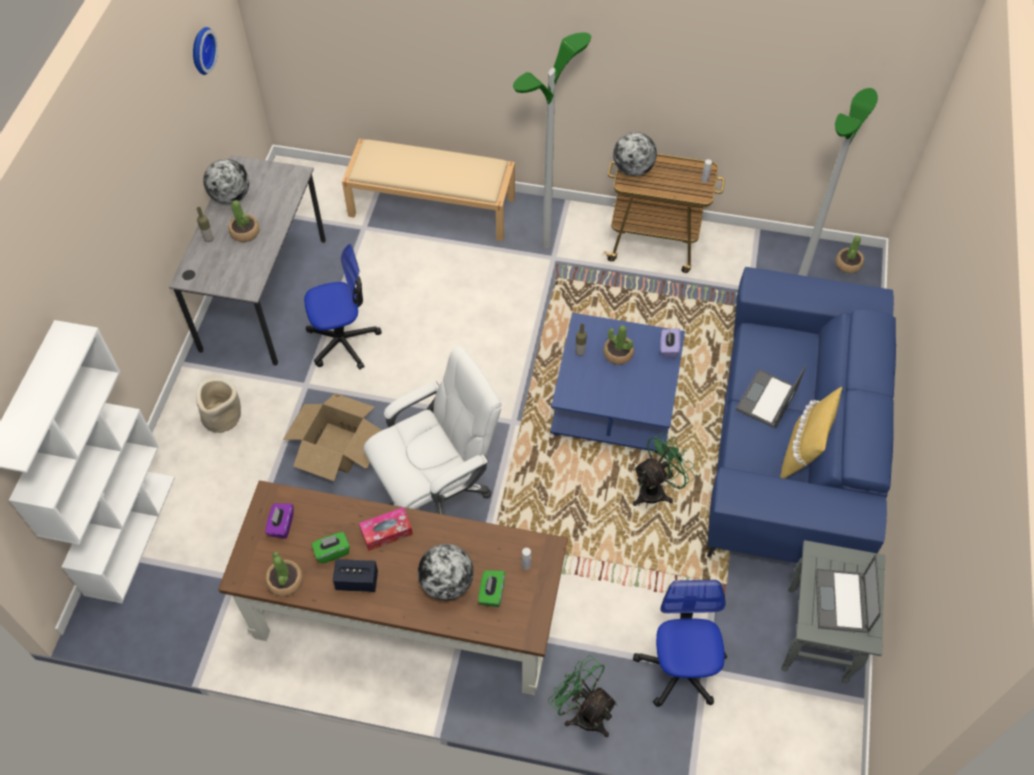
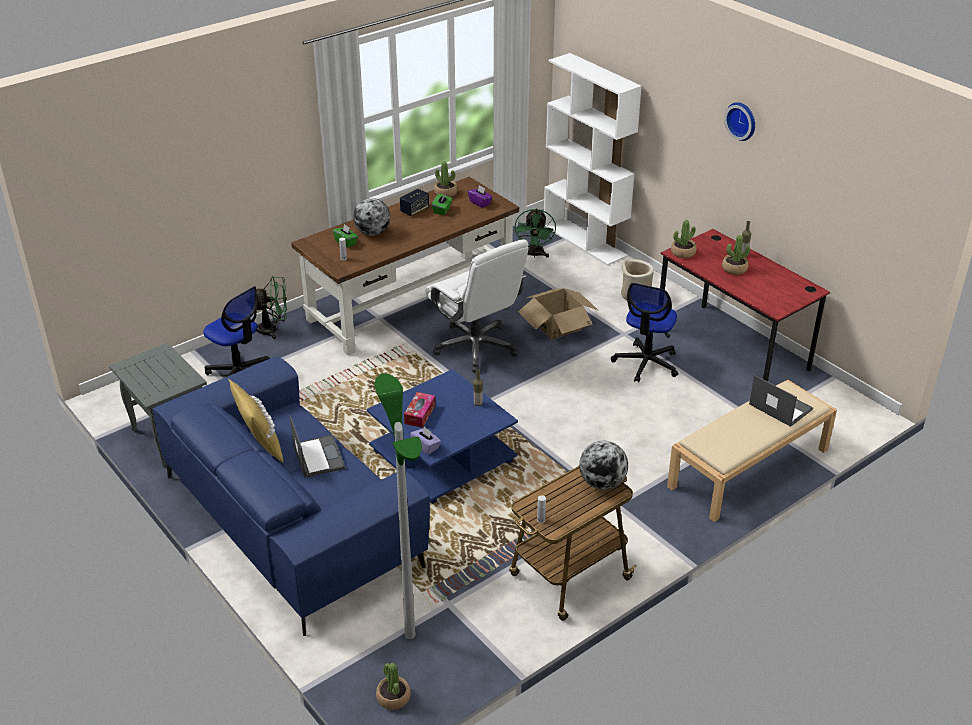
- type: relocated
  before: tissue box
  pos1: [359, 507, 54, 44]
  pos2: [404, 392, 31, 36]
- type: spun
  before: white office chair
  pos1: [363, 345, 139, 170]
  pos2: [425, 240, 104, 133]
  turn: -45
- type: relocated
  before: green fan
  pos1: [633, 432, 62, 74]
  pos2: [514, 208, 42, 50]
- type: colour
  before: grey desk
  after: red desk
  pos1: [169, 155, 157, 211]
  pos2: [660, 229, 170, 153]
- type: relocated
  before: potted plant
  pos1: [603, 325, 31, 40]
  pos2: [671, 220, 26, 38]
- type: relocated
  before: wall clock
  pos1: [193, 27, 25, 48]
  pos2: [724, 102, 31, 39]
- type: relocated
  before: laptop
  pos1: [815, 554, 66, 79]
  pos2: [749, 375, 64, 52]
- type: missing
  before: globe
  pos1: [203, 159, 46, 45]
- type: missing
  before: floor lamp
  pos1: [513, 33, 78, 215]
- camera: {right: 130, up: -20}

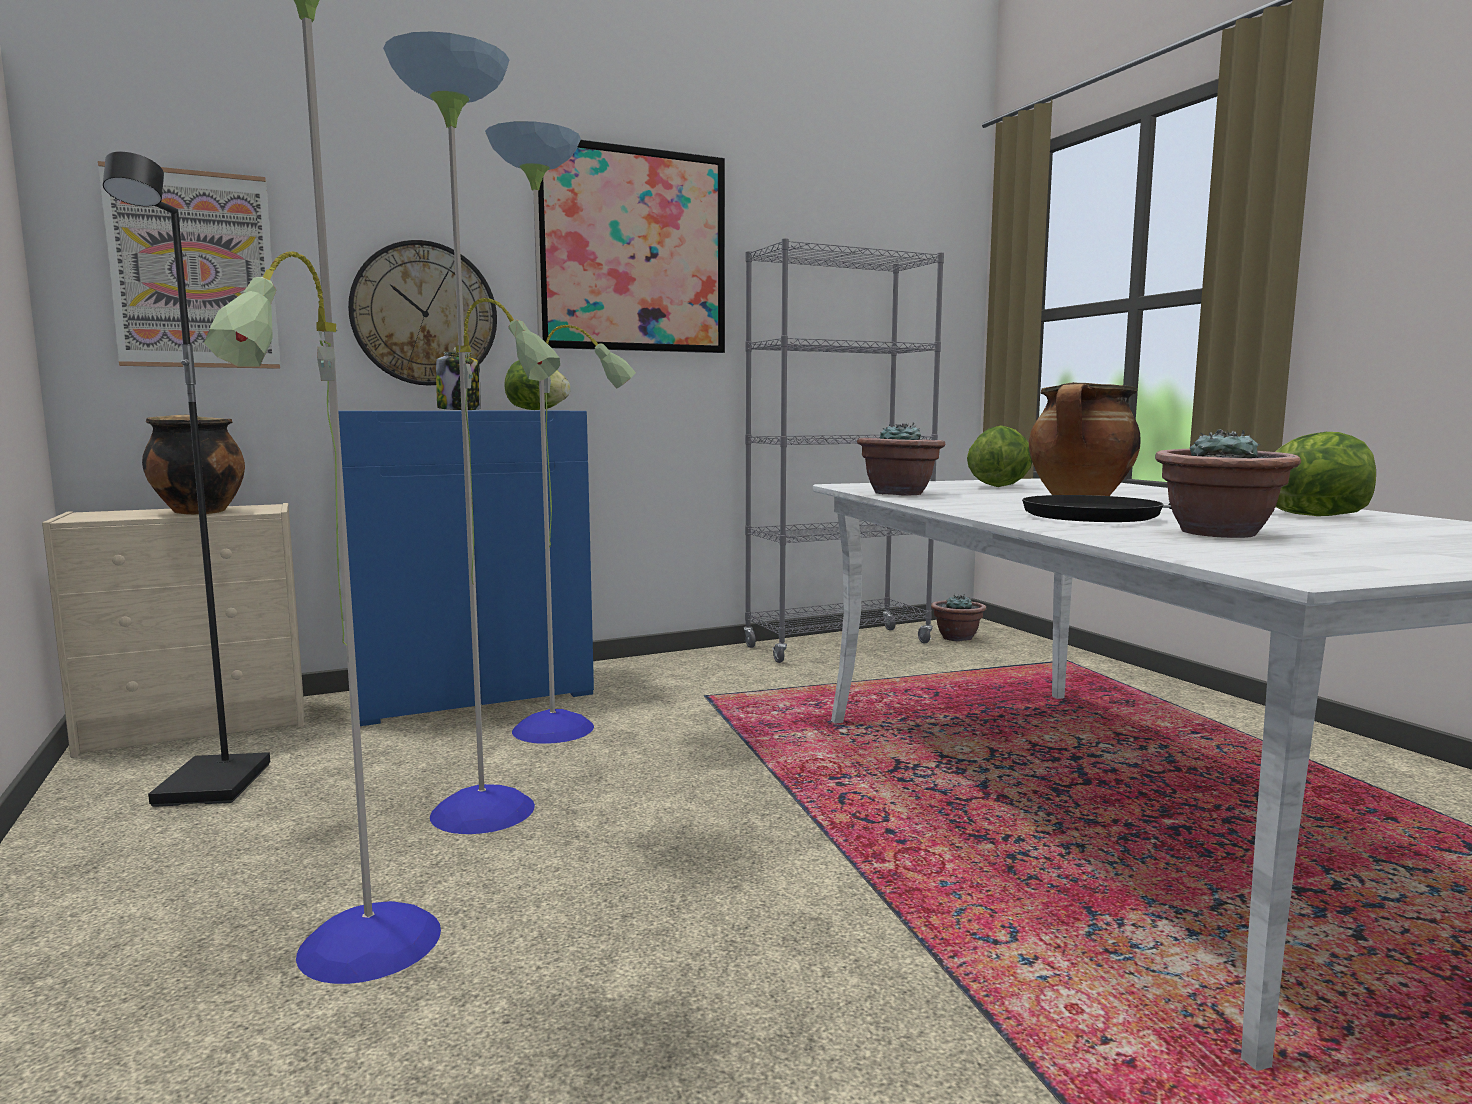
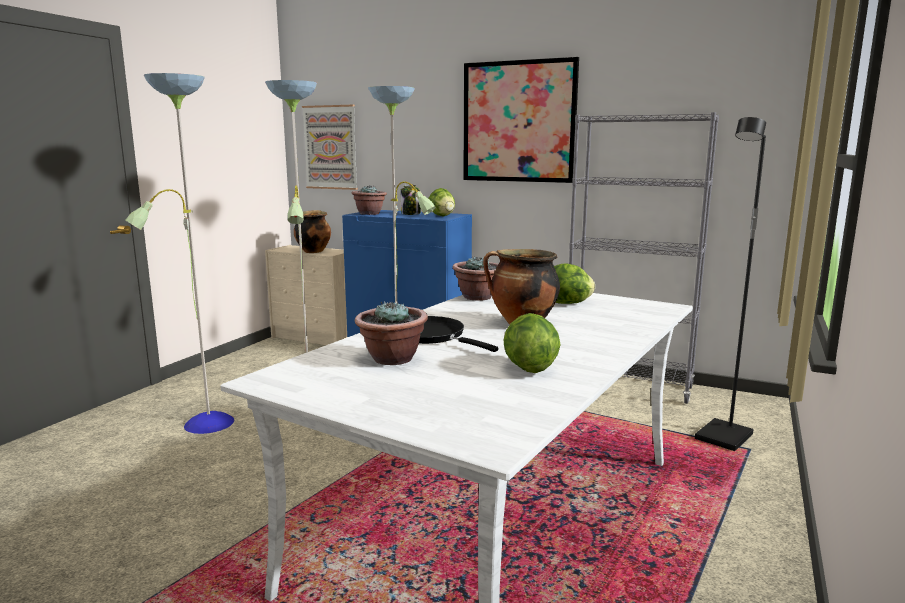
- type: relocated
  before: potted plant
  pos1: [931, 594, 56, 47]
  pos2: [352, 185, 35, 30]
- type: relocated
  before: black floor lamp
  pos1: [103, 151, 167, 656]
  pos2: [695, 117, 71, 334]
- type: missing
  before: wall clock
  pos1: [348, 240, 149, 146]
- camera: {right: 50, up: 5}

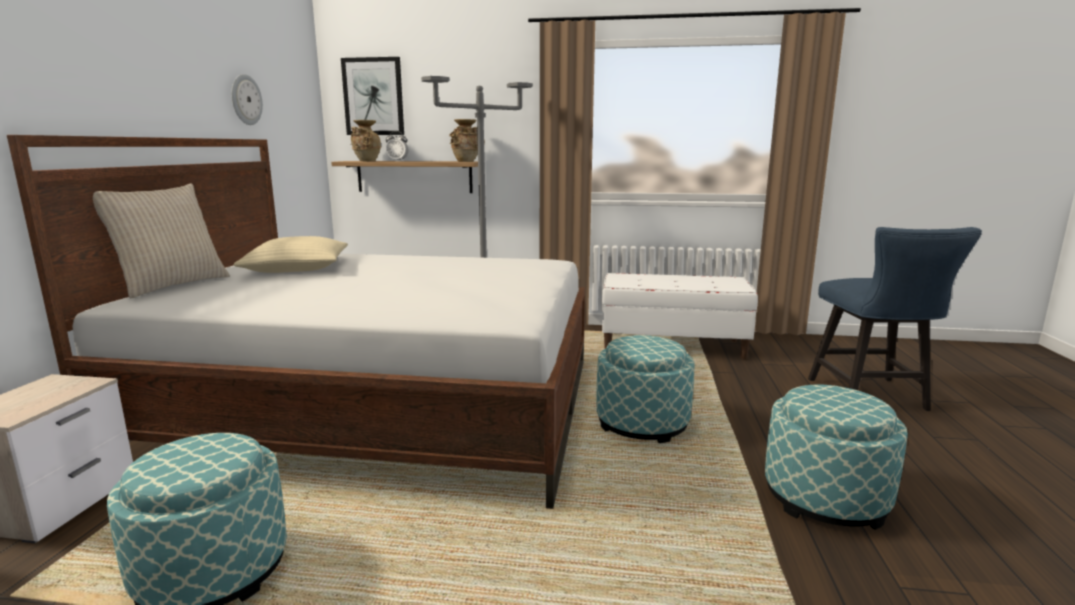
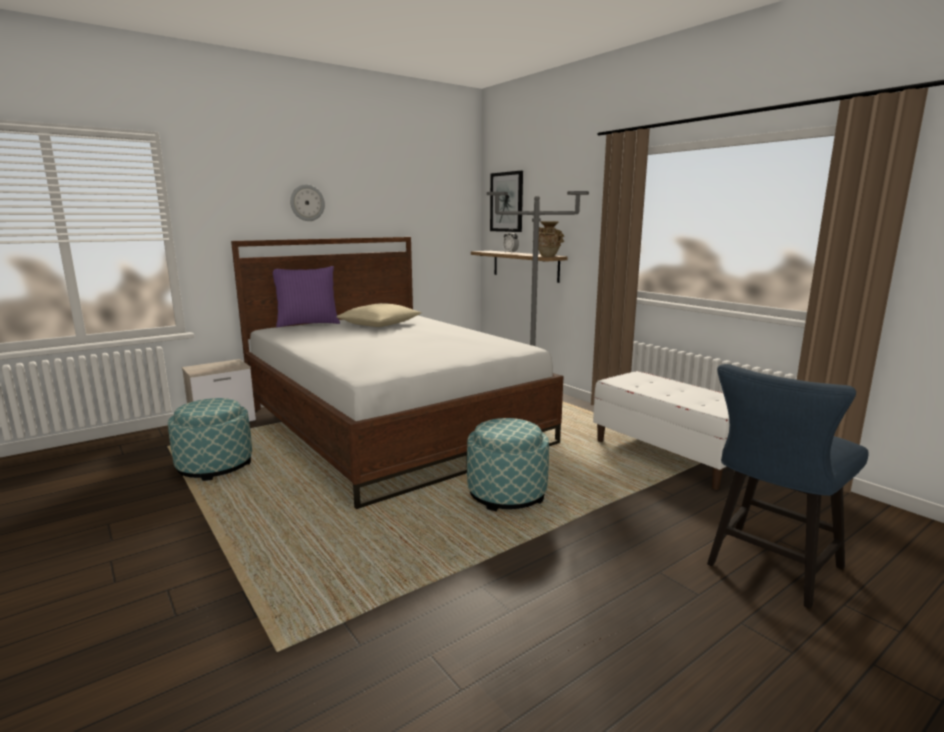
- type: colour
  before: beige pillow
  after: purple pillow
  pos1: [93, 183, 137, 115]
  pos2: [273, 266, 67, 61]
- type: relocated
  before: wall clock
  pos1: [231, 74, 32, 51]
  pos2: [290, 184, 35, 37]
- type: missing
  before: beige vase
  pos1: [351, 120, 30, 41]
- type: missing
  before: ottoman
  pos1: [765, 385, 143, 145]
- camera: {right: 45, up: 0}

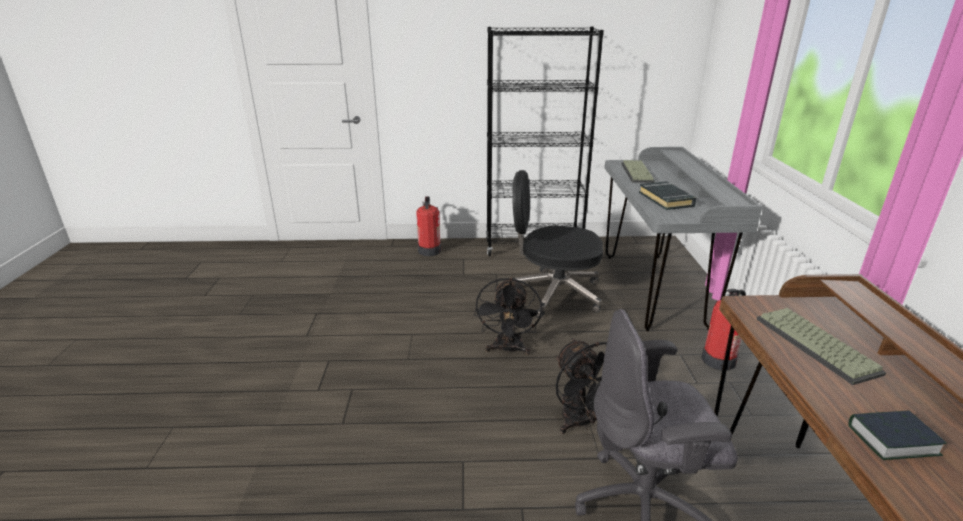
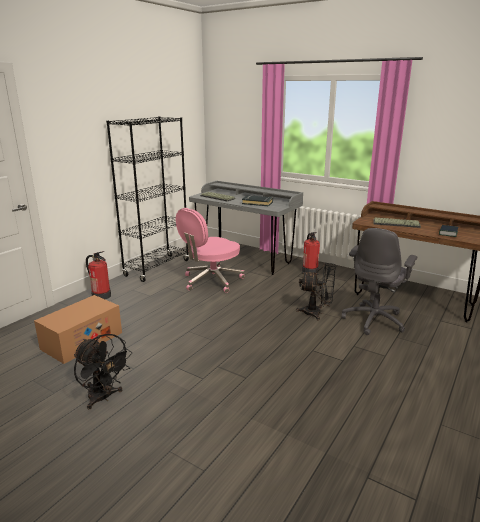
- type: appeared
  after: cardboard box
  pos2: [34, 295, 88, 69]
- type: relocated
  before: black fan
  pos1: [474, 278, 68, 77]
  pos2: [74, 334, 58, 75]
- type: colour
  before: black office chair
  after: pink office chair
  pos1: [512, 170, 91, 148]
  pos2: [176, 208, 69, 85]
- camera: {right: -55, up: -5}

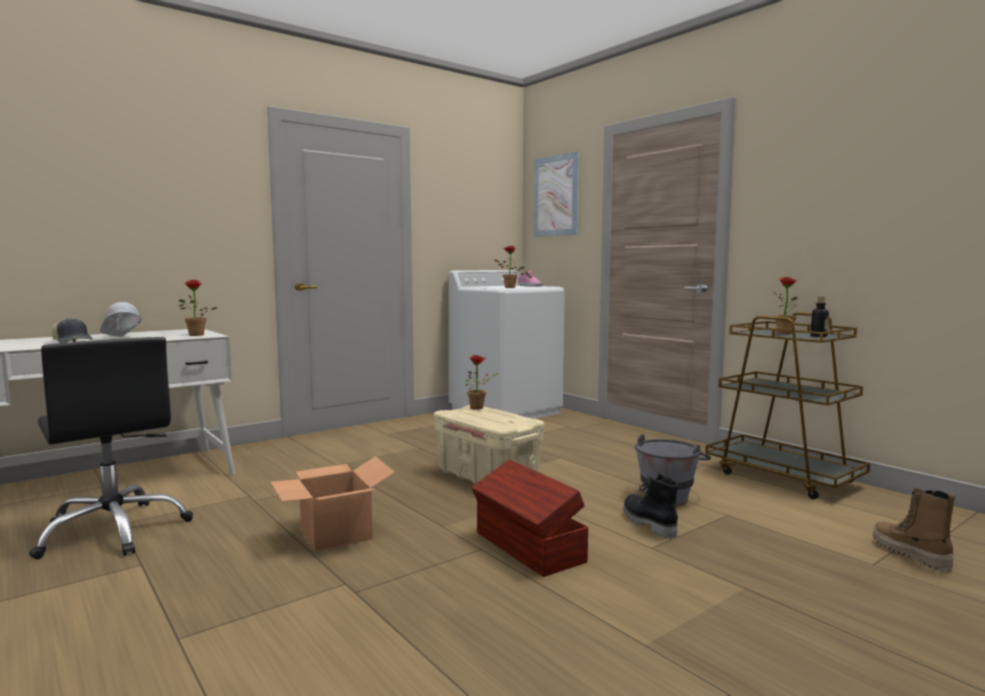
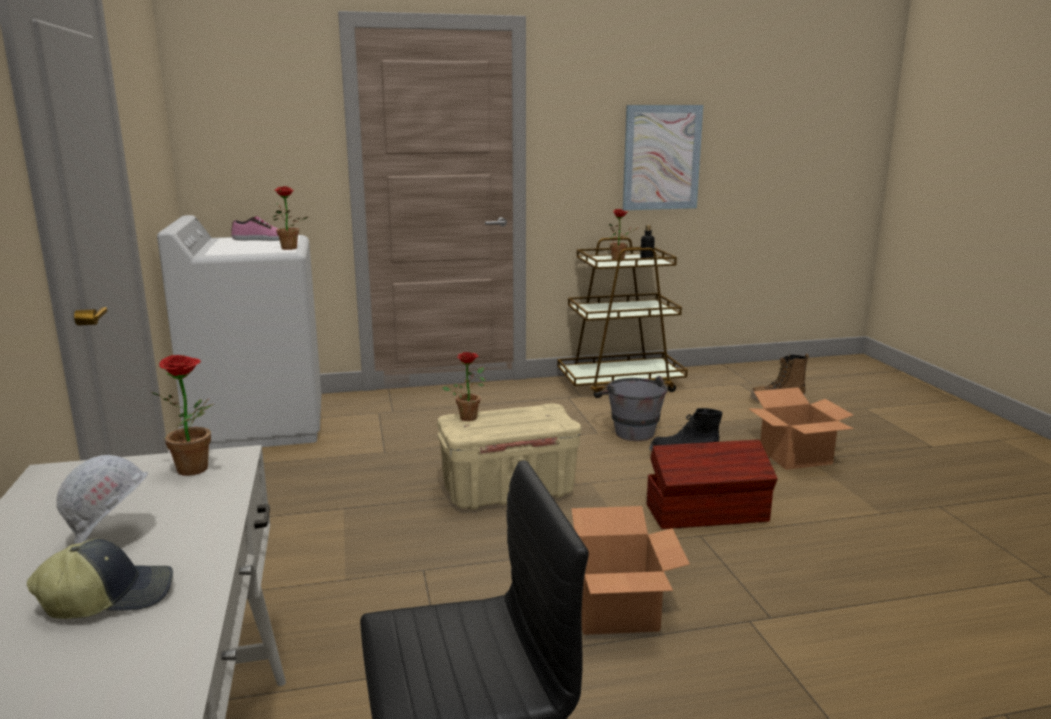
- type: relocated
  before: picture
  pos1: [534, 151, 45, 86]
  pos2: [623, 105, 80, 105]
- type: appeared
  after: cardboard box
  pos2: [748, 387, 106, 83]
- camera: {right: -65, up: 10}

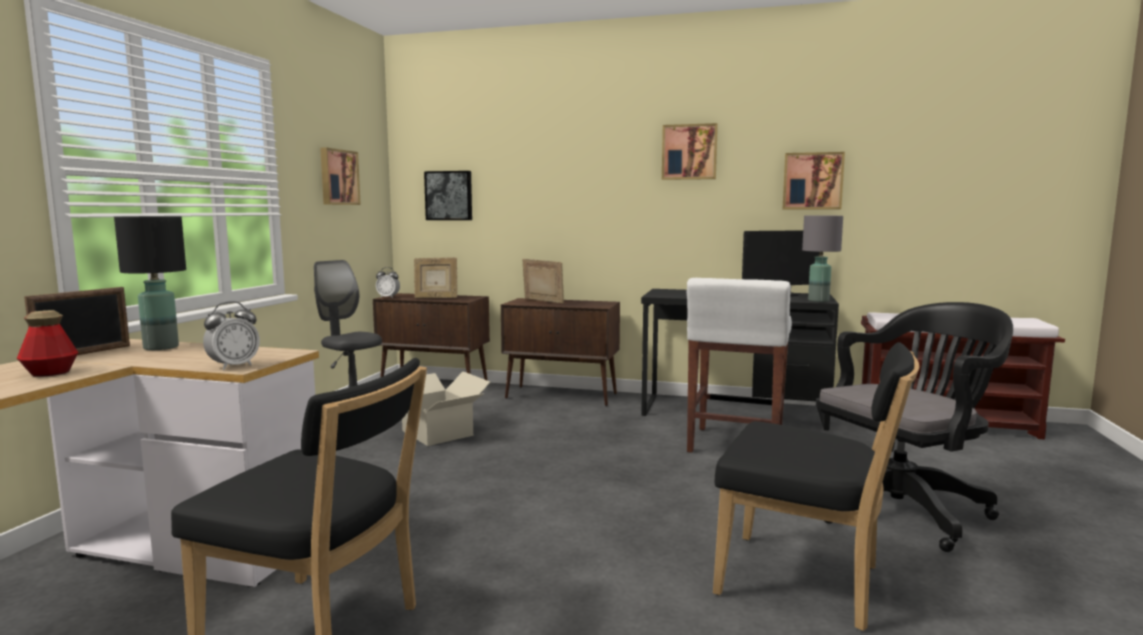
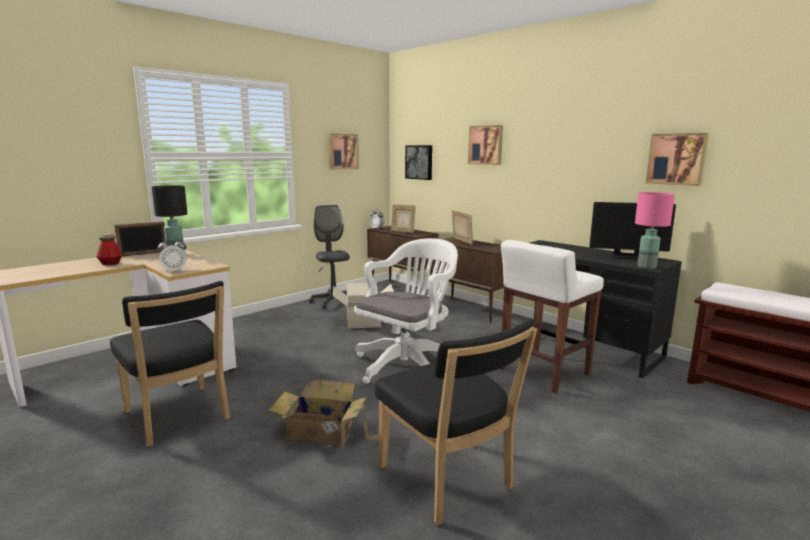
- type: appeared
  after: cardboard box
  pos2: [268, 379, 111, 67]
- type: appeared
  after: white office chair
  pos2: [354, 238, 104, 146]
- type: relocated
  before: picture
  pos1: [662, 123, 56, 57]
  pos2: [468, 125, 35, 40]
- type: colour
  before: grey table lamp
  after: pink table lamp
  pos1: [802, 216, 41, 86]
  pos2: [635, 192, 40, 77]
- type: missing
  before: black office chair
  pos1: [816, 302, 197, 250]
- camera: {right: 30, up: 5}

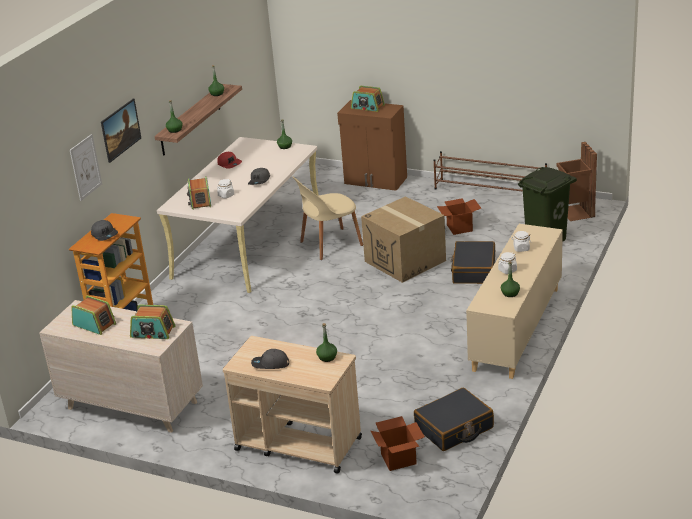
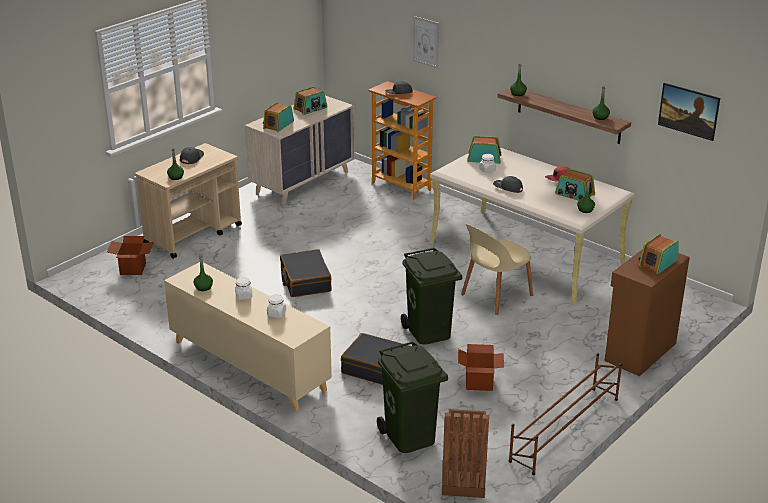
- type: relocated
  before: black suitcase
  pos1: [414, 388, 80, 63]
  pos2: [280, 249, 52, 48]
- type: exchanged
  before: cardboard box
  after: green trash can
  pos1: [361, 196, 85, 87]
  pos2: [401, 248, 61, 97]
- type: spun
  before: beige chair
  pos1: [293, 177, 70, 83]
  pos2: [461, 224, 72, 91]
  turn: -120
- type: appeared
  after: radio
  pos2: [555, 169, 40, 32]
- type: relocated
  before: picture
  pos1: [101, 98, 40, 65]
  pos2: [658, 83, 62, 58]
- camera: {right: 105, up: 0}

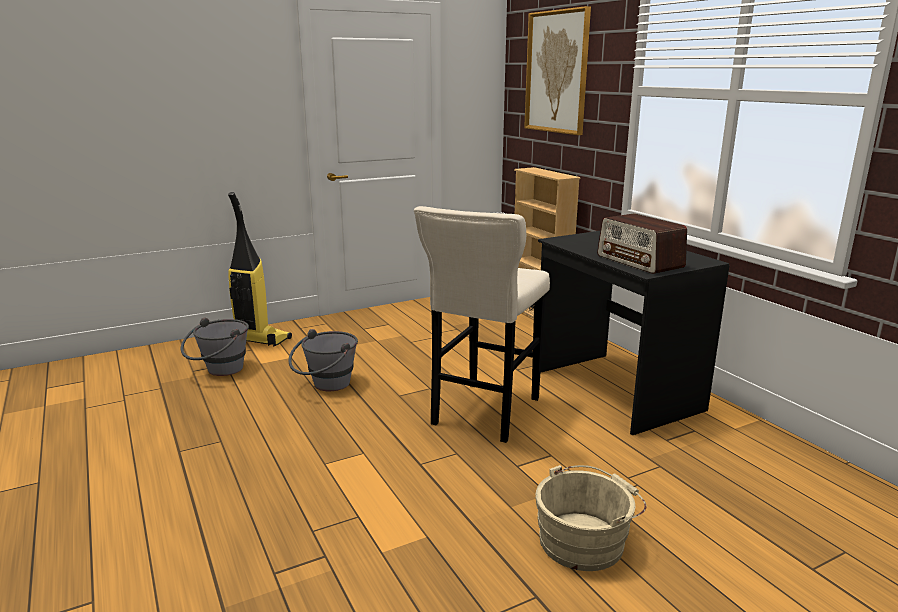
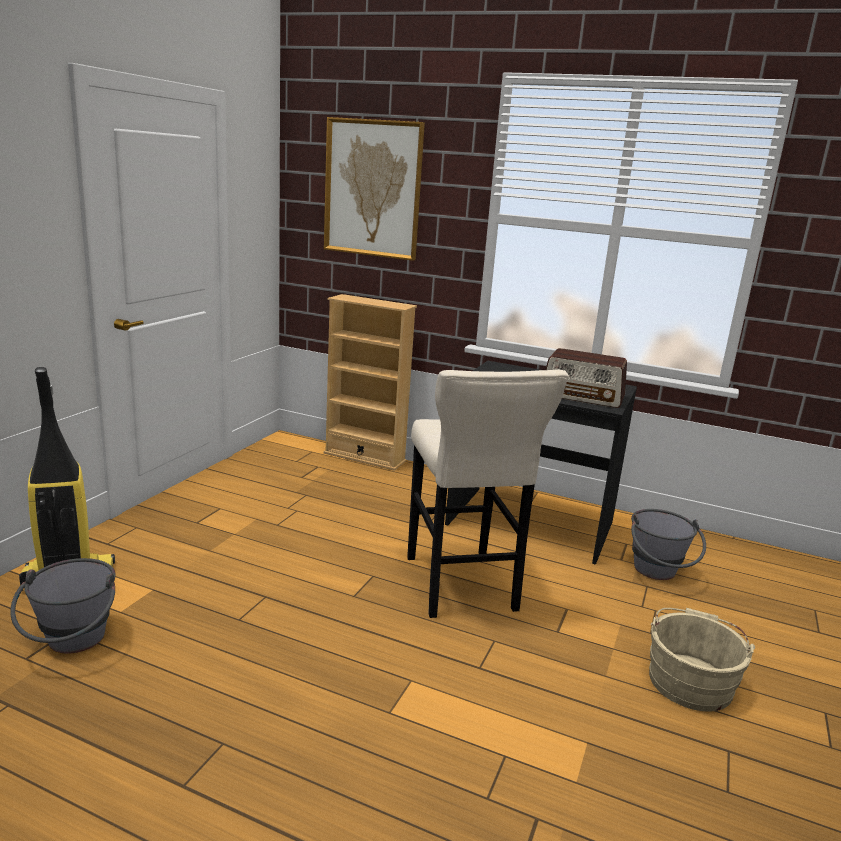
- type: relocated
  before: grey bucket
  pos1: [289, 329, 69, 62]
  pos2: [631, 509, 75, 71]
- camera: {right: -40, up: 0}

